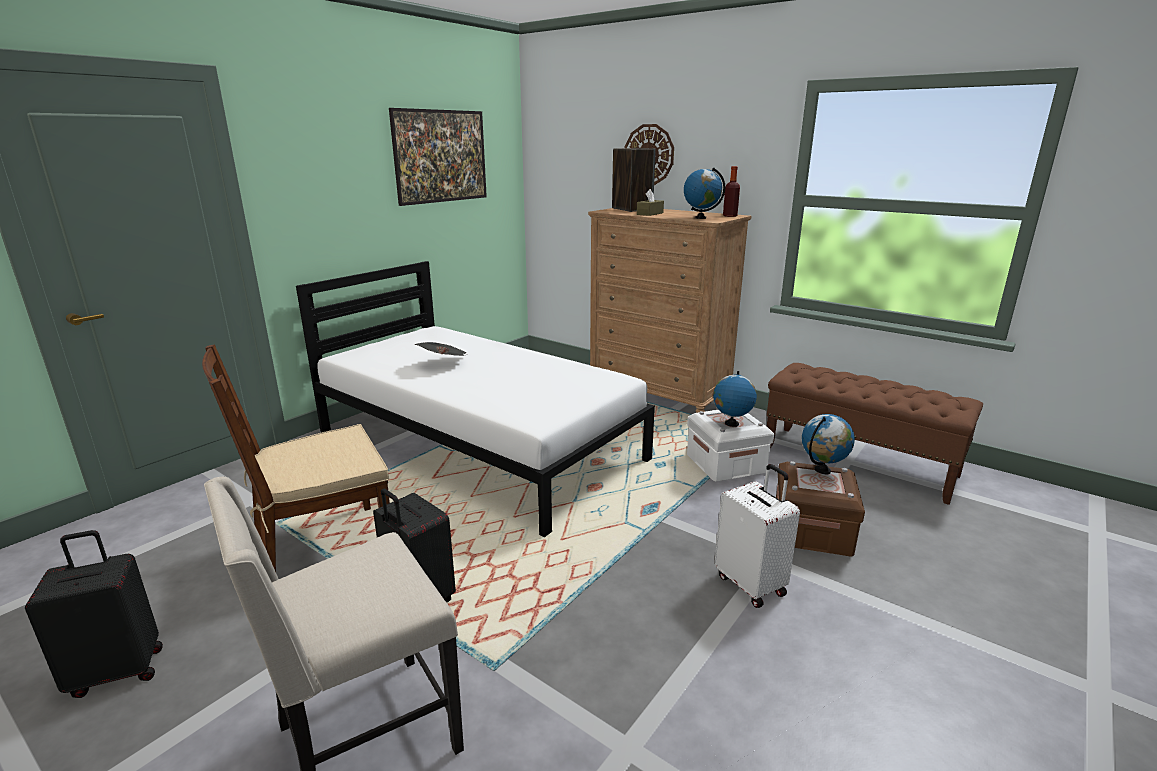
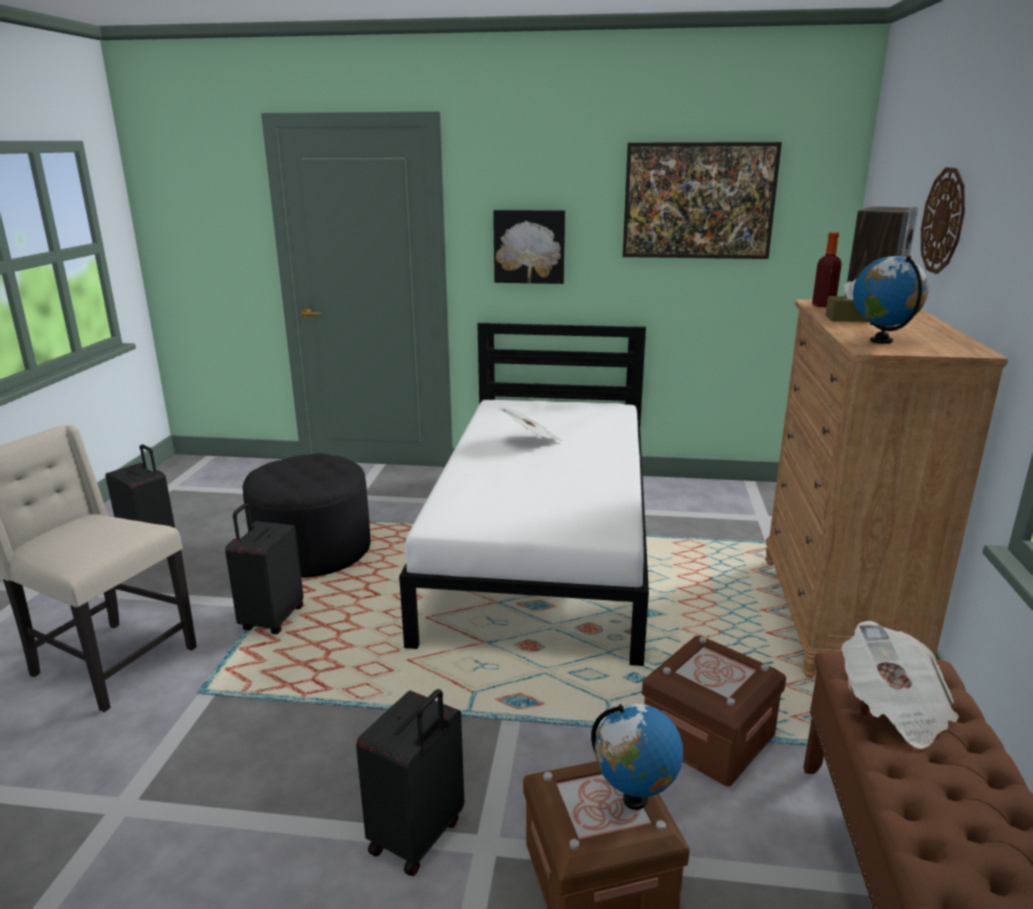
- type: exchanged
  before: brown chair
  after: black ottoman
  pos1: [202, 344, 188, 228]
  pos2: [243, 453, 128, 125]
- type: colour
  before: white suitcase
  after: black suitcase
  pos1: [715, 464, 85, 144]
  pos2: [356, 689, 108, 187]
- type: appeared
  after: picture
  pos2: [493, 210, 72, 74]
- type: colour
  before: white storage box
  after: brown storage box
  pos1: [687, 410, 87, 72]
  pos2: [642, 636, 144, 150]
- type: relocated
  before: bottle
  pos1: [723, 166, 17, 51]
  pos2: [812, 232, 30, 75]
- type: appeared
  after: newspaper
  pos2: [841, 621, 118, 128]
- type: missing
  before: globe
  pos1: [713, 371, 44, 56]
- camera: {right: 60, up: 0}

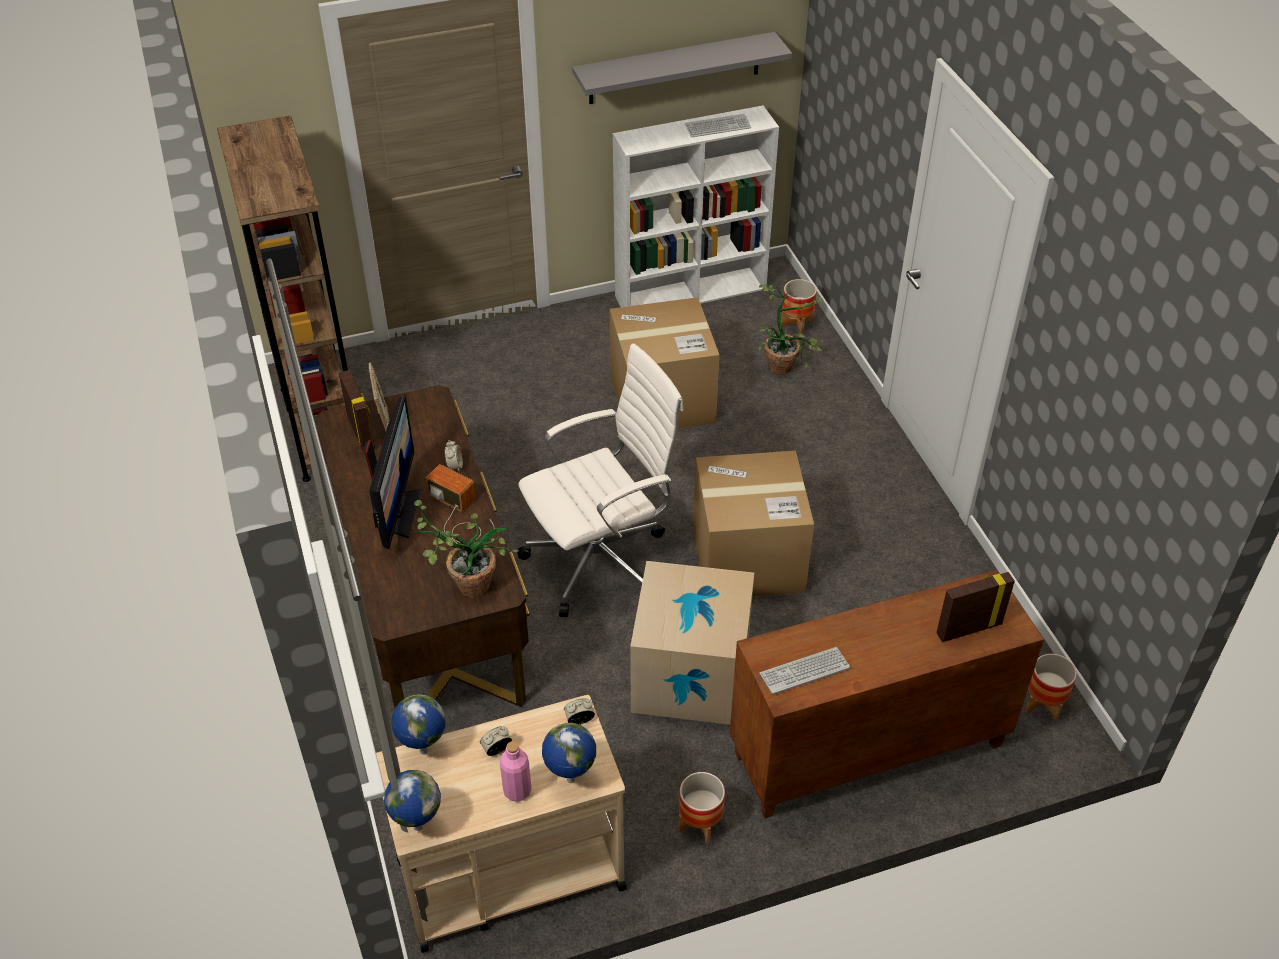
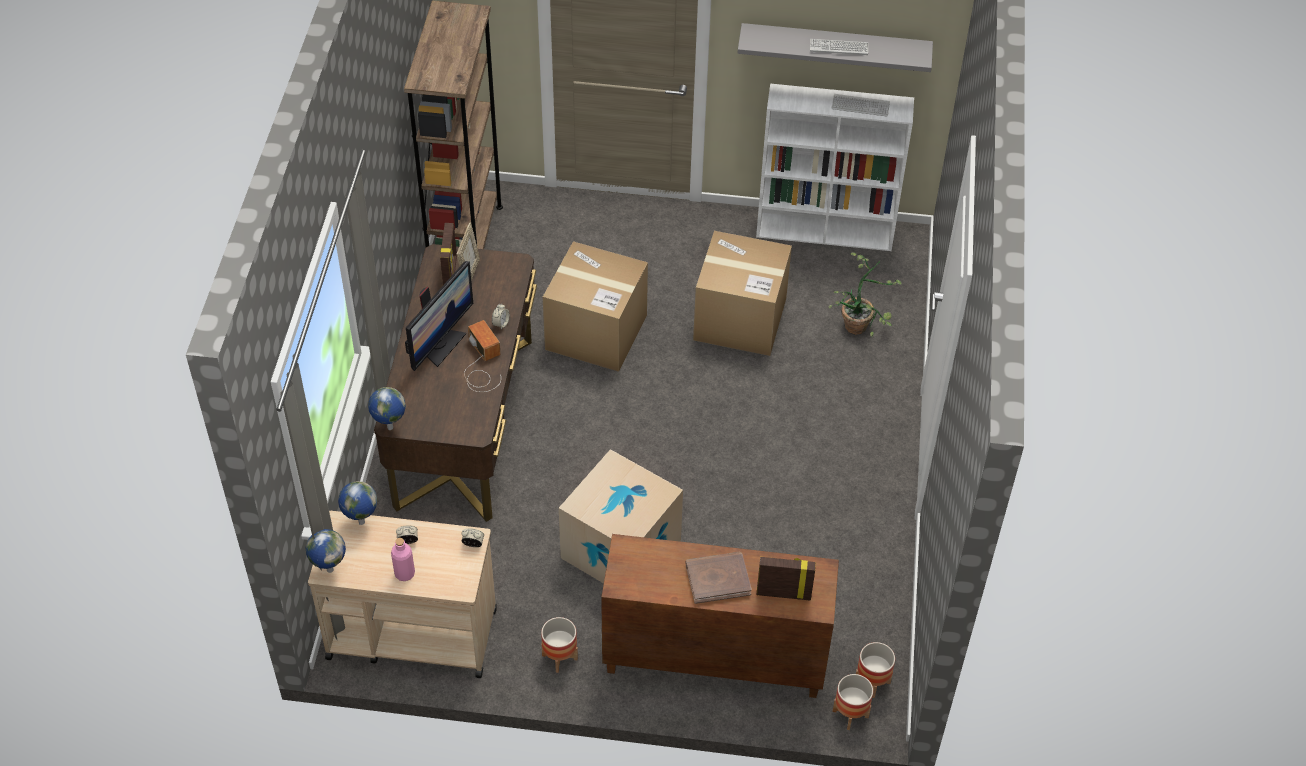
- type: relocated
  before: globe
  pos1: [542, 723, 54, 60]
  pos2: [368, 387, 38, 43]
- type: relocated
  before: cardboard box
  pos1: [693, 451, 121, 145]
  pos2: [543, 241, 105, 131]
- type: appeared
  after: brown book
  pos2: [686, 552, 66, 52]
- type: relocated
  before: keyboard
  pos1: [759, 647, 91, 48]
  pos2: [810, 39, 58, 17]
- type: relocated
  before: planter
  pos1: [781, 279, 36, 55]
  pos2: [833, 674, 40, 56]
- type: missing
  before: potted plant
  pos1: [414, 500, 105, 98]
- type: missing
  before: white office chair
  pos1: [517, 343, 167, 274]
- camera: {right: 25, up: 5}

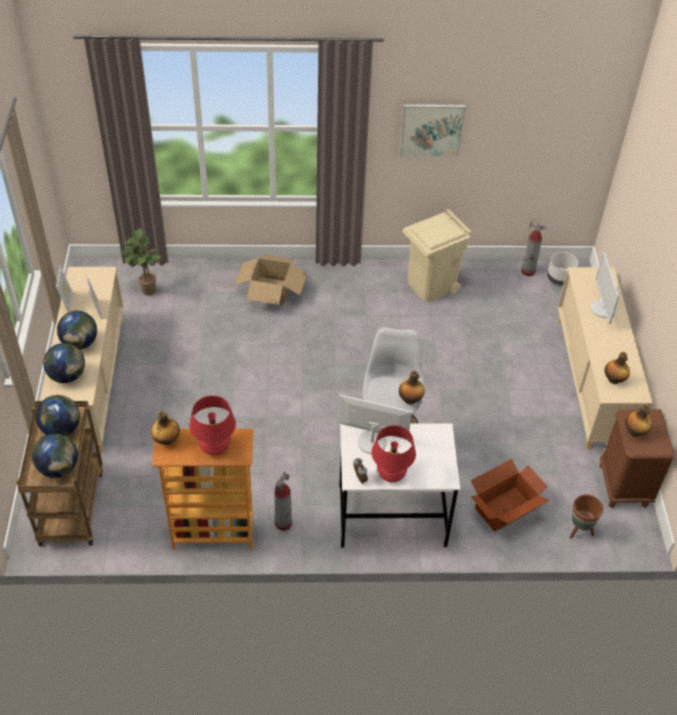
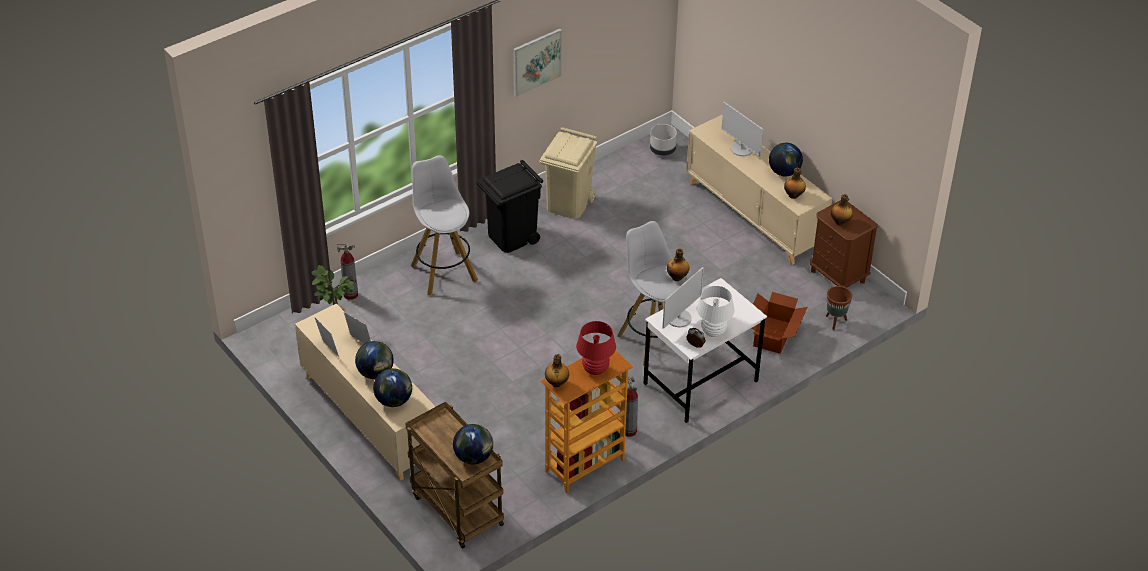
- type: relocated
  before: fire extinguisher
  pos1: [521, 219, 26, 57]
  pos2: [337, 244, 21, 56]
- type: exchanged
  before: cardboard box
  after: white stool
  pos1: [234, 254, 73, 51]
  pos2: [411, 155, 67, 140]
- type: appeared
  after: black trash can
  pos2: [476, 160, 67, 93]
- type: spun
  before: monitor
  pos1: [338, 395, 74, 59]
  pos2: [663, 267, 41, 62]
  turn: 150
- type: colour
  before: red table lamp
  after: white table lamp
  pos1: [371, 425, 45, 57]
  pos2: [697, 286, 38, 51]
- type: relocated
  before: globe
  pos1: [36, 395, 44, 41]
  pos2: [769, 143, 34, 33]
- camera: {right: -35, up: -5}

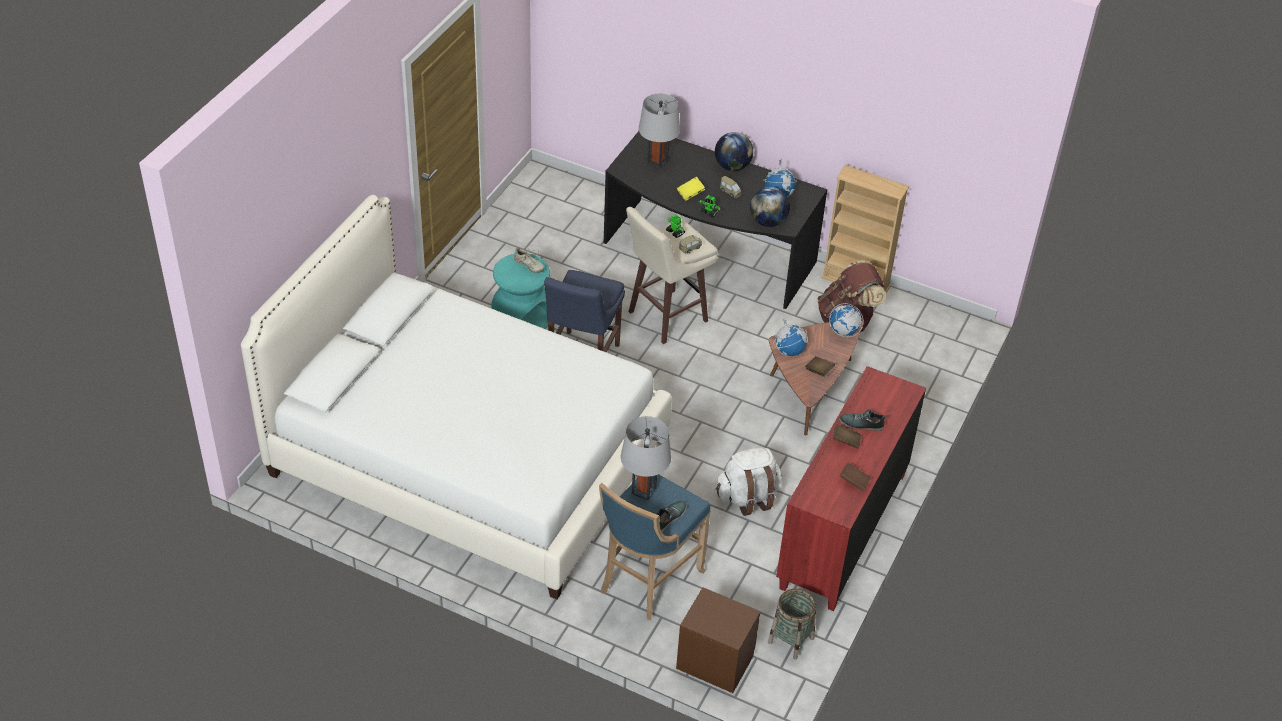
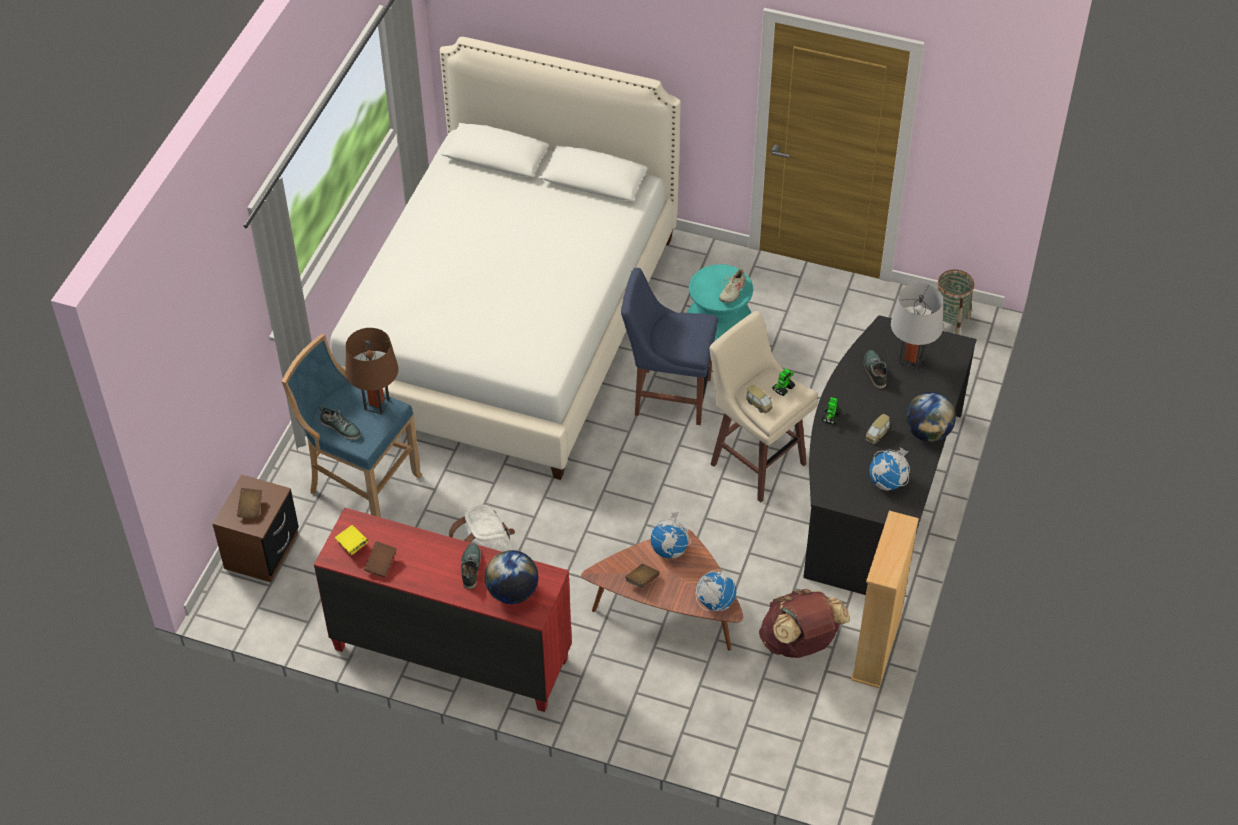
- type: relocated
  before: brown book
  pos1: [833, 424, 28, 25]
  pos2: [237, 488, 25, 31]
- type: relocated
  before: yellow book
  pos1: [677, 177, 28, 24]
  pos2: [335, 525, 34, 30]
- type: colour
  before: grey table lamp
  after: brown table lamp
  pos1: [621, 416, 50, 84]
  pos2: [346, 328, 53, 86]
- type: relocated
  before: globe
  pos1: [750, 187, 40, 40]
  pos2: [485, 550, 53, 54]
- type: appeared
  after: shoe
  pos2: [864, 350, 23, 39]
- type: relocated
  before: basket
  pos1: [768, 589, 48, 71]
  pos2: [931, 269, 43, 66]
- camera: {right: 85, up: 5}

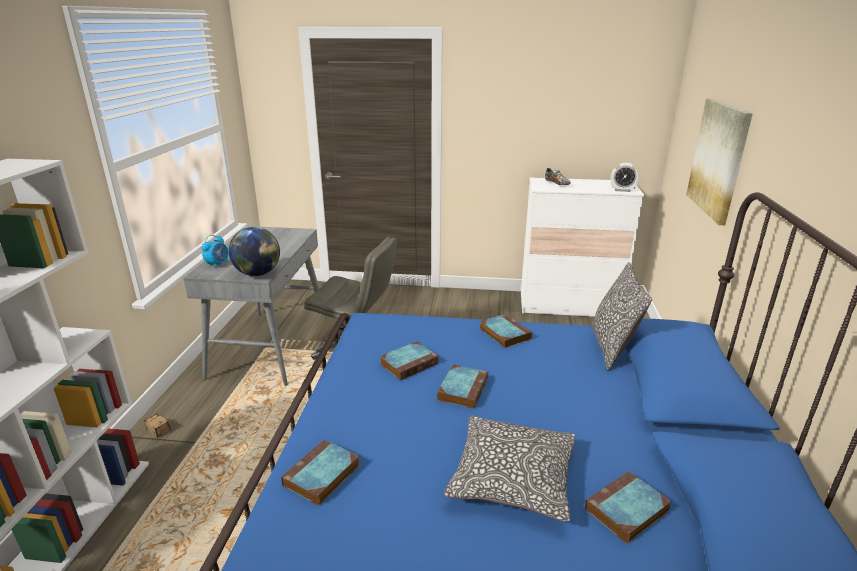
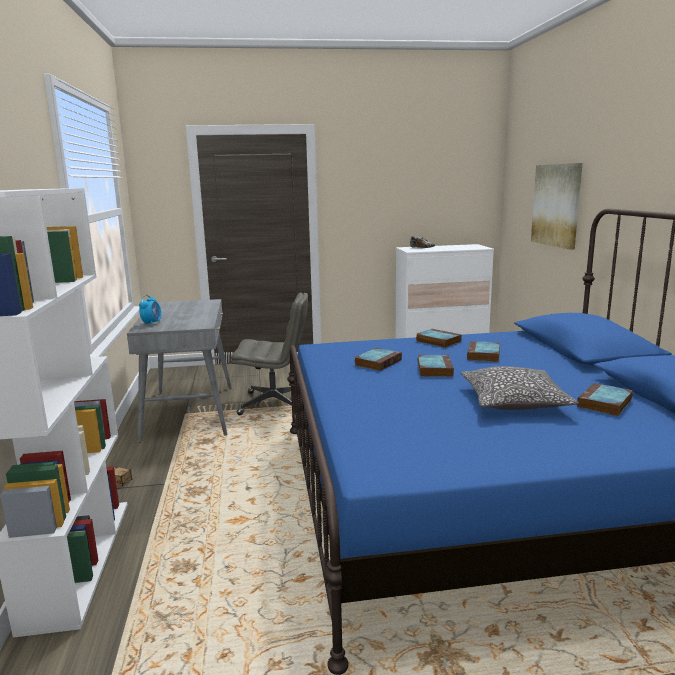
- type: relocated
  before: book
  pos1: [281, 439, 78, 67]
  pos2: [467, 341, 33, 21]
- type: missing
  before: globe
  pos1: [229, 227, 51, 49]
- type: missing
  before: pillow
  pos1: [591, 262, 61, 108]
- type: missing
  before: alarm clock
  pos1: [611, 163, 27, 29]
- camera: {right: -15, up: -10}

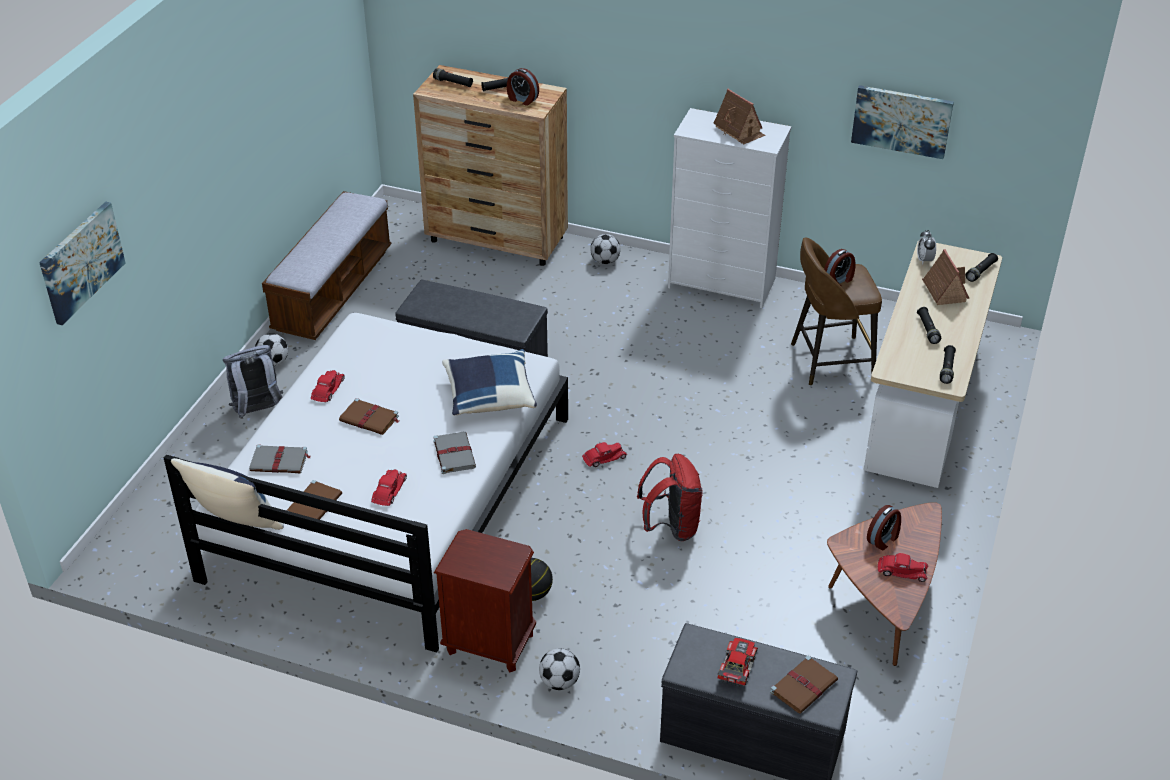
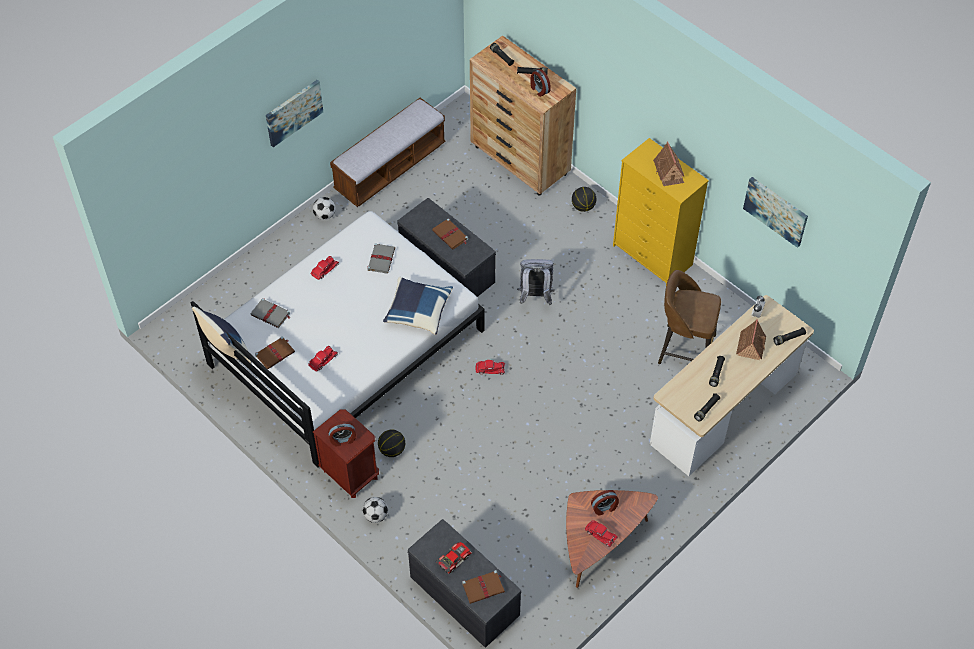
- type: relocated
  before: picture
  pos1: [39, 202, 86, 123]
  pos2: [266, 80, 57, 67]
- type: relocated
  before: alarm clock
  pos1: [824, 249, 31, 37]
  pos2: [328, 421, 28, 26]
- type: relocated
  before: grey book
  pos1: [433, 432, 43, 42]
  pos2: [367, 243, 28, 31]
- type: relocated
  before: brown book
  pos1: [339, 398, 60, 37]
  pos2: [432, 218, 36, 32]
- type: relocated
  before: grey backpack
  pos1: [223, 345, 60, 74]
  pos2: [517, 259, 38, 46]
- type: exchanged
  before: football
  after: basketball
  pos1: [590, 234, 31, 30]
  pos2: [572, 187, 24, 25]
- type: colour
  before: white dresser
  after: yellow dresser
  pos1: [668, 108, 123, 200]
  pos2: [613, 138, 96, 147]
- type: missing
  before: red backpack
  pos1: [637, 454, 65, 87]
- camera: {right: 25, up: 15}

